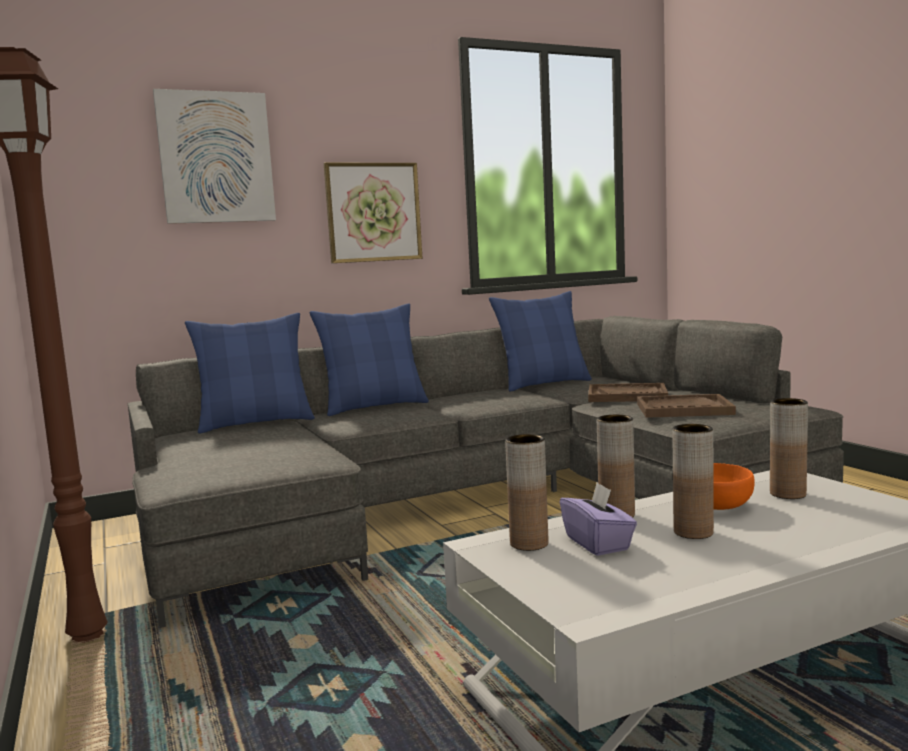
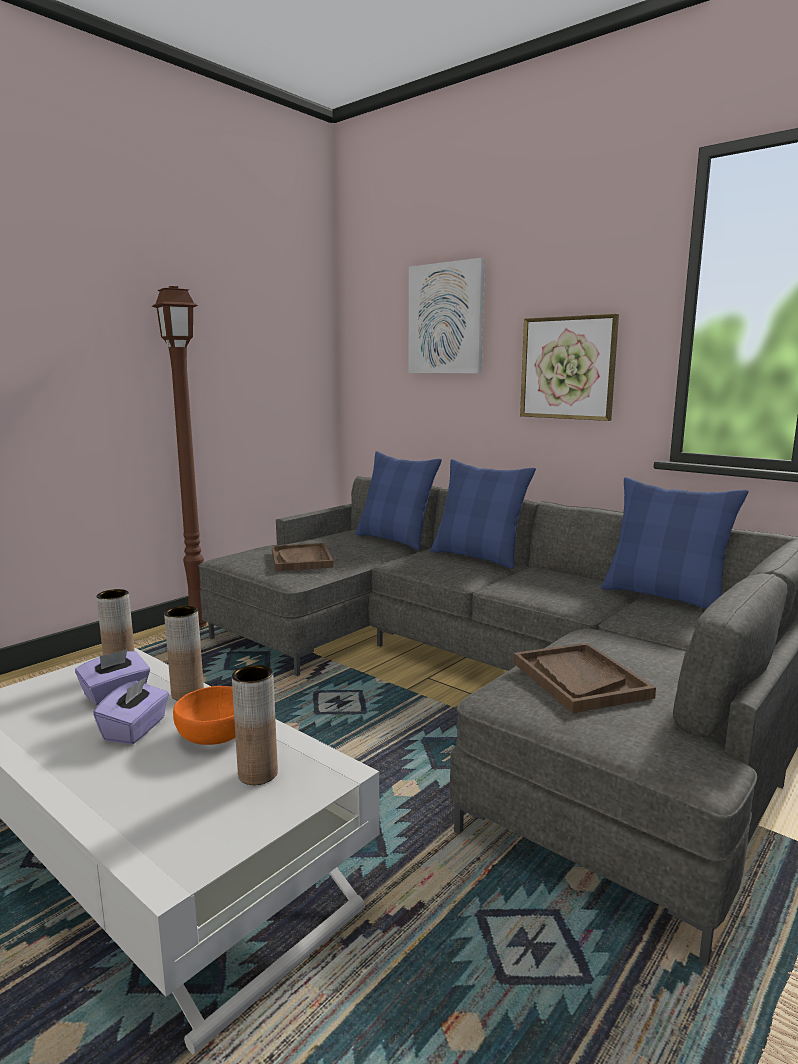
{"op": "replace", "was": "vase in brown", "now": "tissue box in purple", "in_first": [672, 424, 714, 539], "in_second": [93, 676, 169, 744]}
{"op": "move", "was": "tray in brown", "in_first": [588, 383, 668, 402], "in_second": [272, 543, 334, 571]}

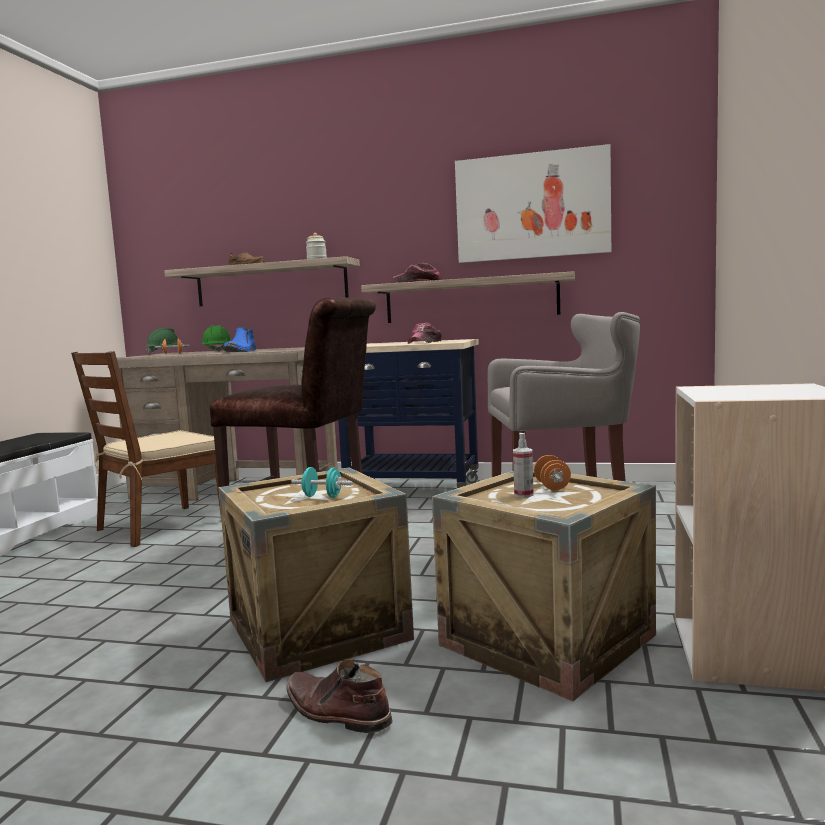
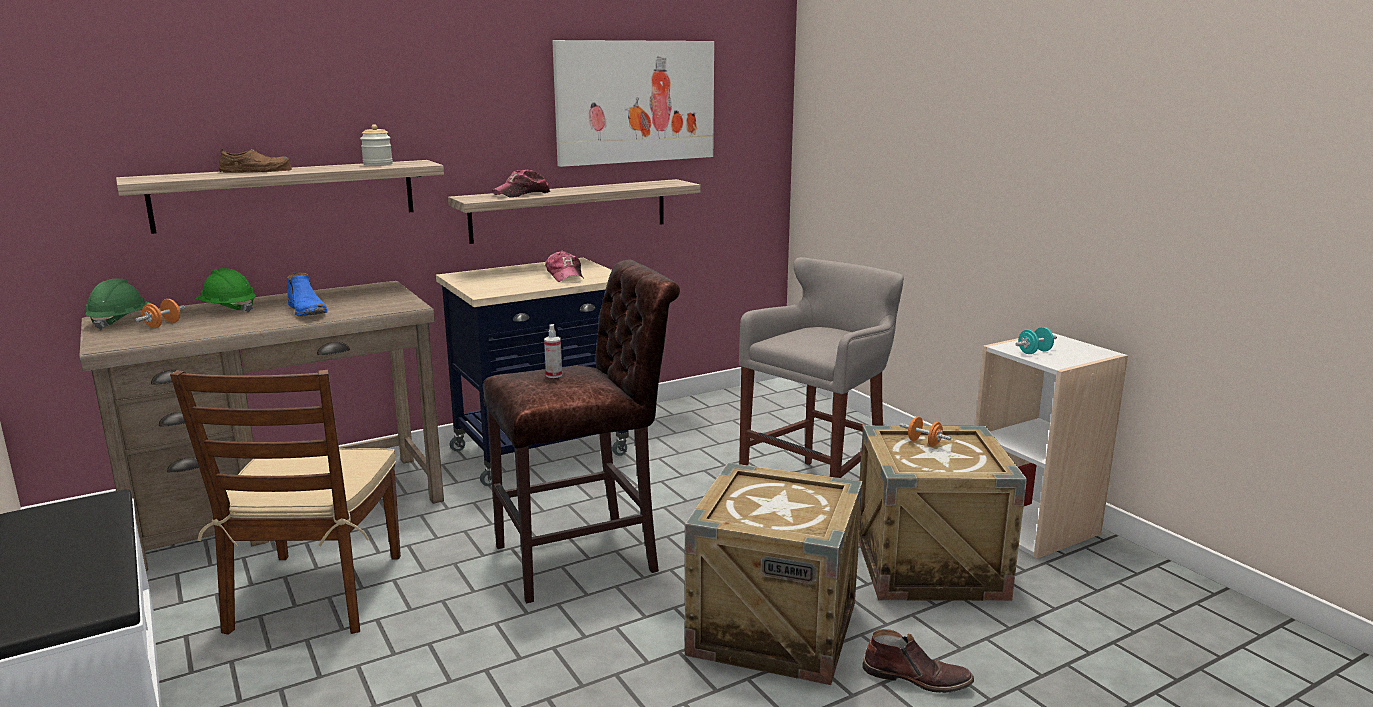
{"op": "move", "was": "spray bottle", "in_first": [513, 433, 534, 498], "in_second": [544, 324, 562, 378]}
{"op": "rotate", "was": "boot in brown", "in_first": [286, 659, 392, 733], "in_second": [862, 629, 974, 693], "clockwise": -150}
{"op": "move", "was": "dumbbell in turquoise", "in_first": [291, 467, 353, 498], "in_second": [1015, 327, 1057, 354]}

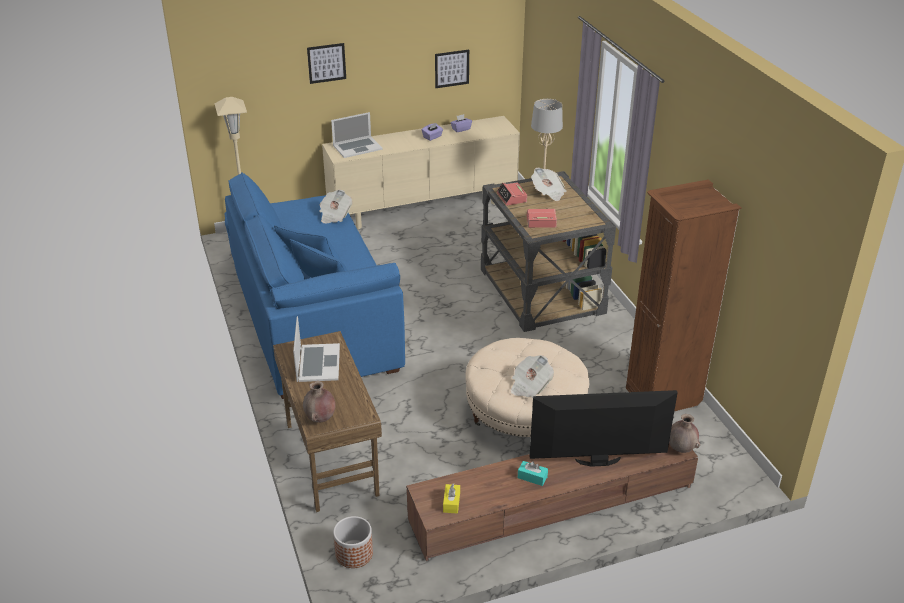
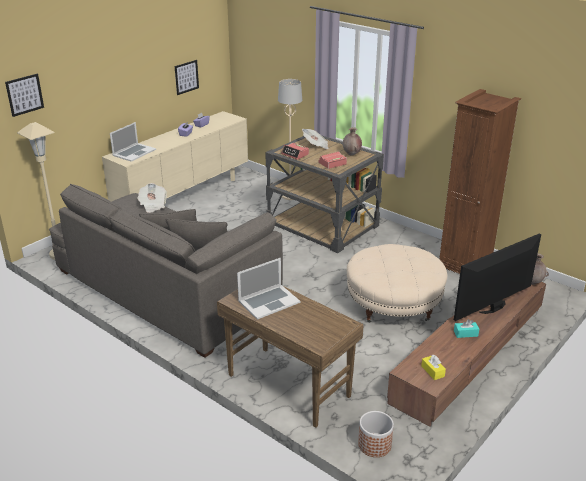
{"op": "move", "was": "picture", "in_first": [307, 43, 346, 84], "in_second": [5, 74, 44, 117]}
{"op": "recolor", "was": "sofa in blue", "now": "sofa in grey", "in_first": [225, 172, 405, 399], "in_second": [49, 184, 283, 358]}
{"op": "rotate", "was": "laptop", "in_first": [293, 316, 340, 382], "in_second": [237, 258, 300, 320], "clockwise": 90}
{"op": "move", "was": "vase in brown", "in_first": [303, 381, 335, 422], "in_second": [343, 127, 362, 156]}
{"op": "delete", "was": "newspaper", "in_first": [510, 355, 554, 398]}

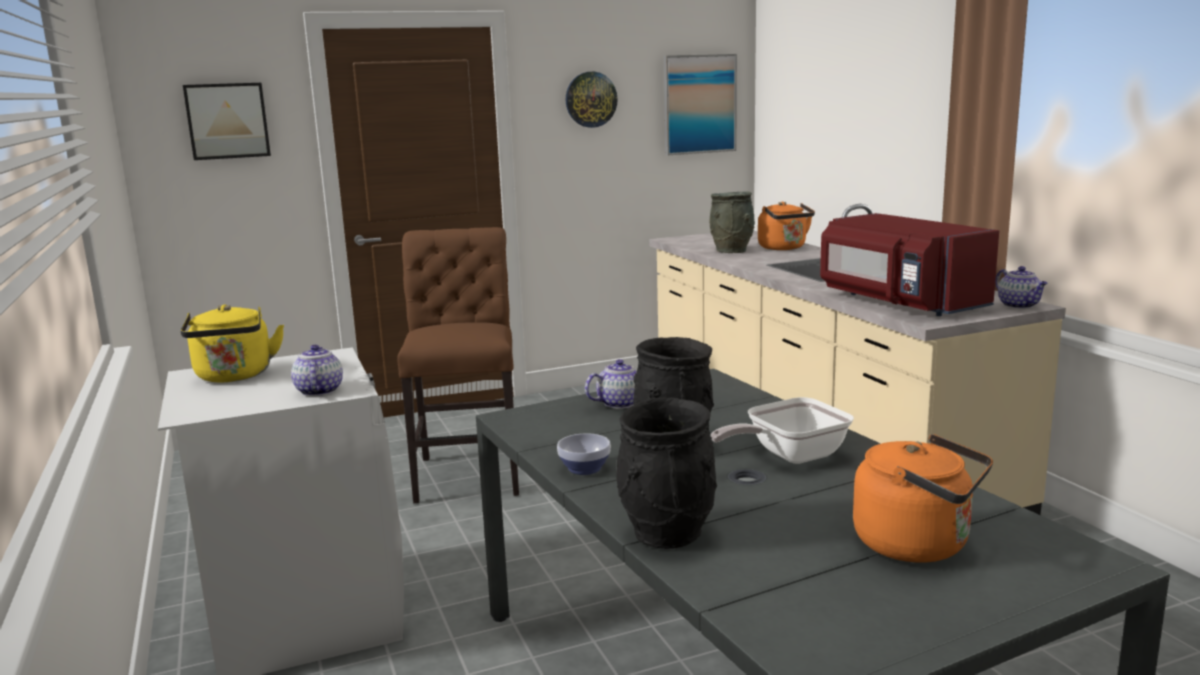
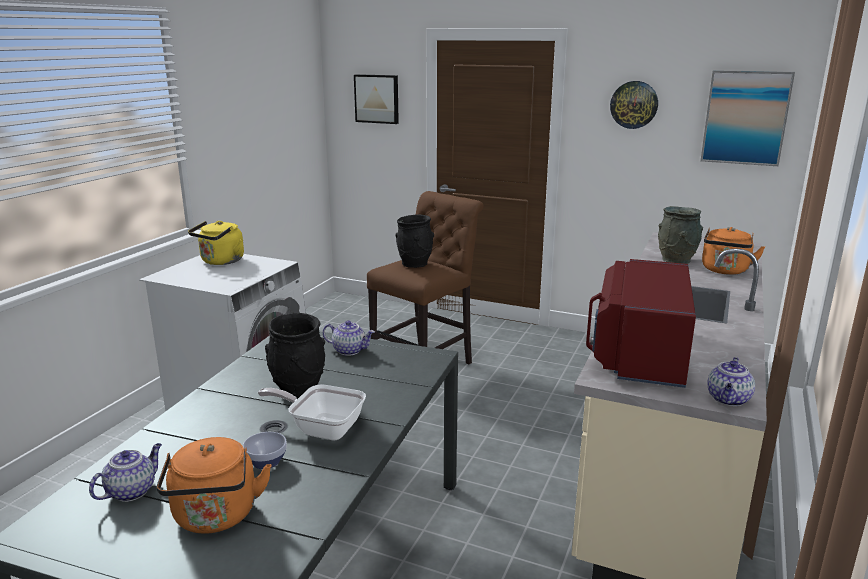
{"op": "move", "was": "teapot", "in_first": [291, 345, 343, 396], "in_second": [89, 443, 162, 502]}
{"op": "move", "was": "bowl", "in_first": [557, 434, 611, 475], "in_second": [243, 432, 287, 469]}
{"op": "move", "was": "vase in black", "in_first": [616, 397, 717, 549], "in_second": [396, 214, 434, 268]}

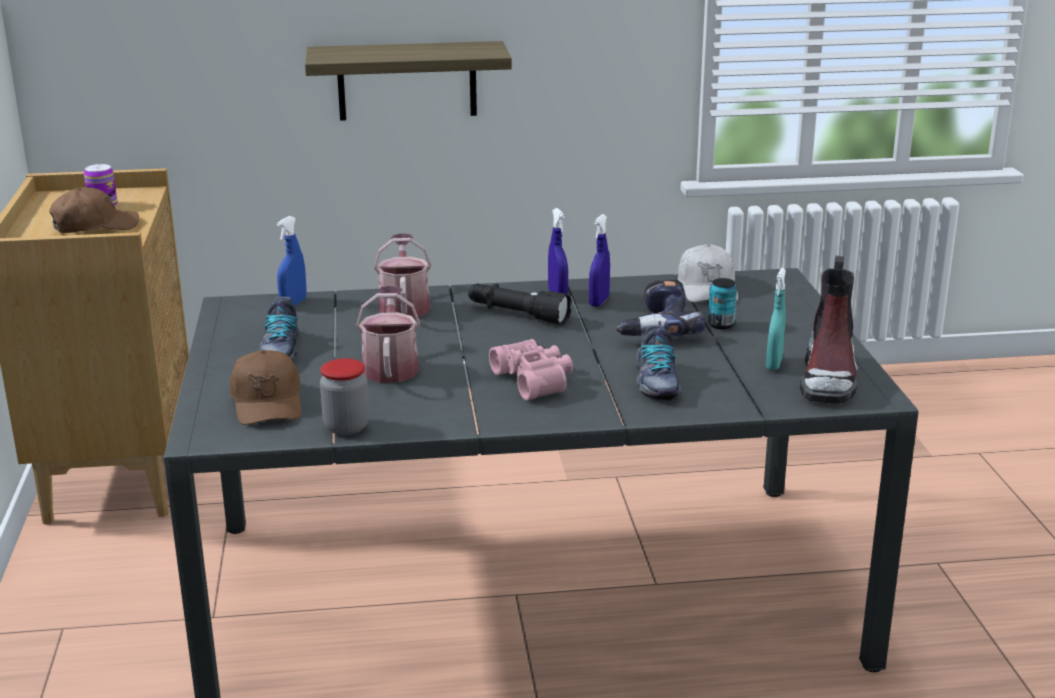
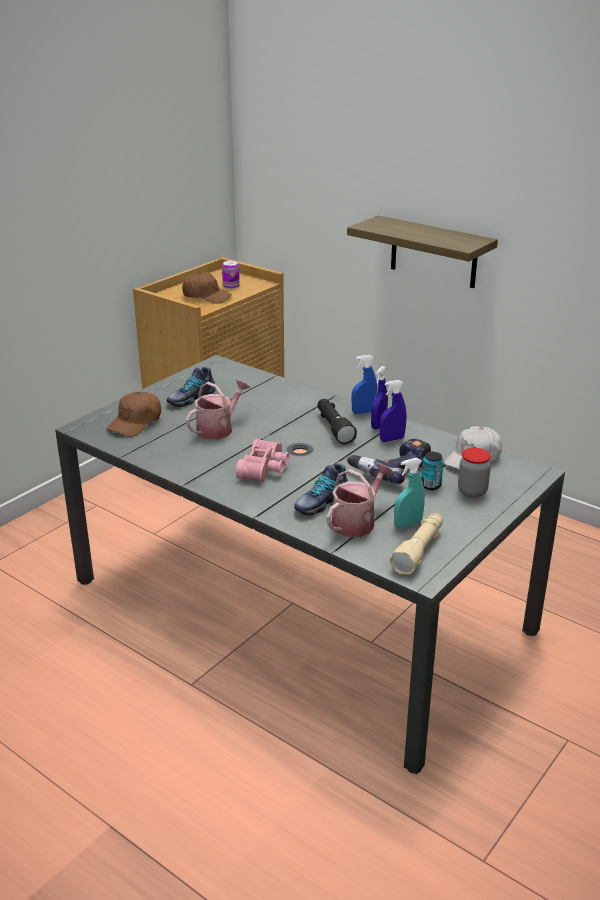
{"op": "move", "was": "watering can", "in_first": [374, 233, 432, 318], "in_second": [326, 463, 392, 537]}
{"op": "move", "was": "spray bottle in blue", "in_first": [277, 216, 307, 306], "in_second": [351, 355, 377, 414]}
{"op": "replace", "was": "boot", "now": "flashlight in beige", "in_first": [800, 256, 858, 403], "in_second": [390, 513, 443, 575]}
{"op": "move", "was": "jar", "in_first": [320, 358, 369, 435], "in_second": [458, 448, 491, 498]}

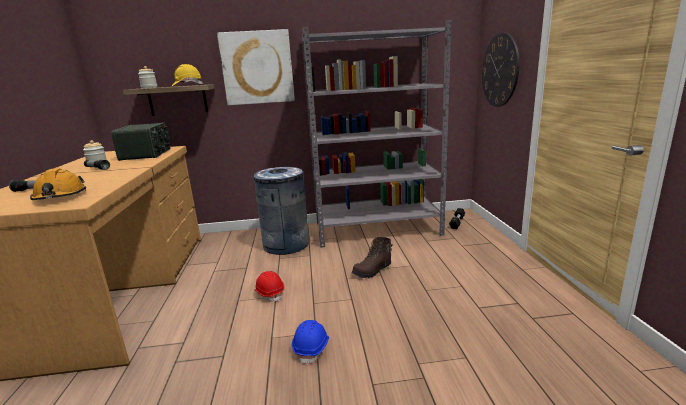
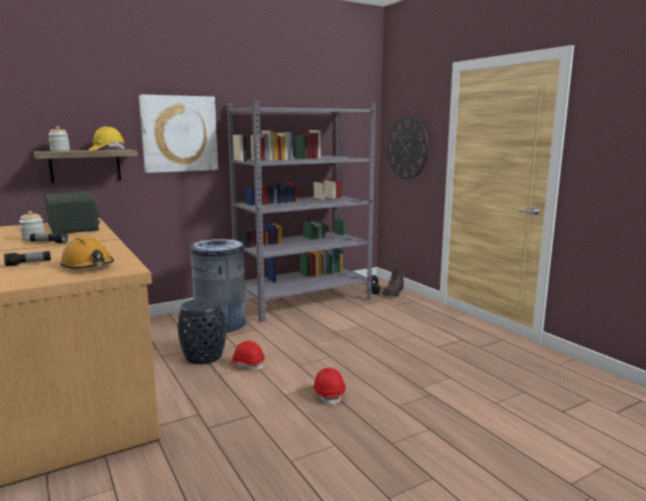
{"op": "insert", "now": "stool in black", "in_second": [178, 298, 227, 364]}
{"op": "recolor", "was": "hard hat in blue", "now": "hard hat in red", "in_first": [292, 320, 329, 366], "in_second": [313, 368, 346, 406]}
{"op": "move", "was": "boot in brown", "in_first": [352, 237, 393, 278], "in_second": [383, 267, 406, 297]}

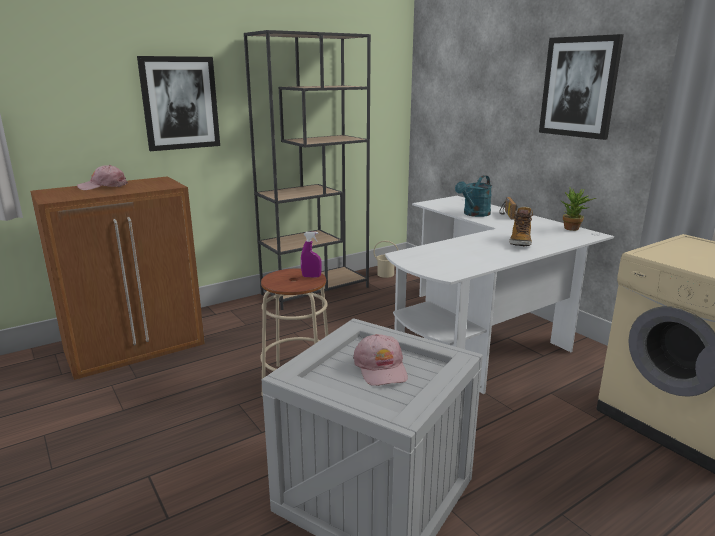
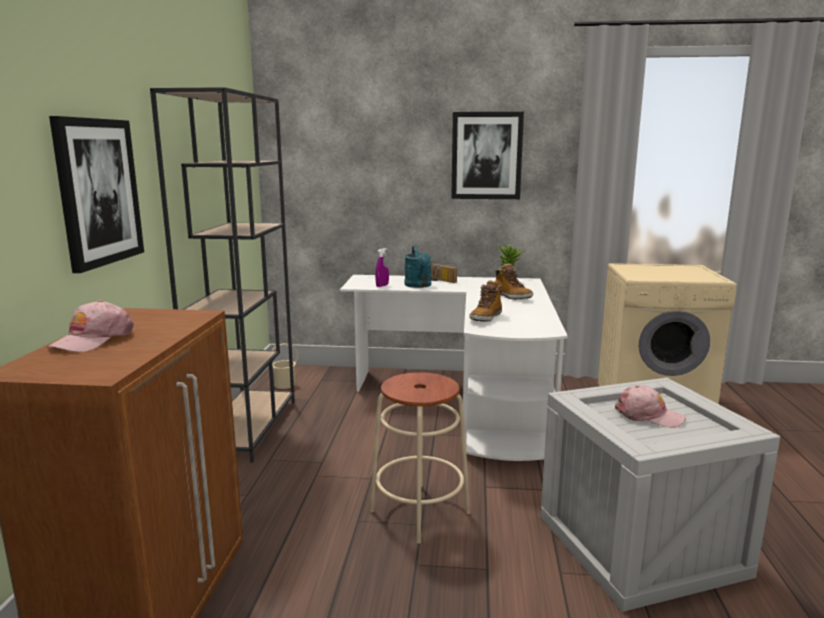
{"op": "move", "was": "spray bottle in purple", "in_first": [301, 232, 322, 278], "in_second": [375, 248, 389, 287]}
{"op": "insert", "now": "boot", "in_second": [469, 280, 502, 322]}

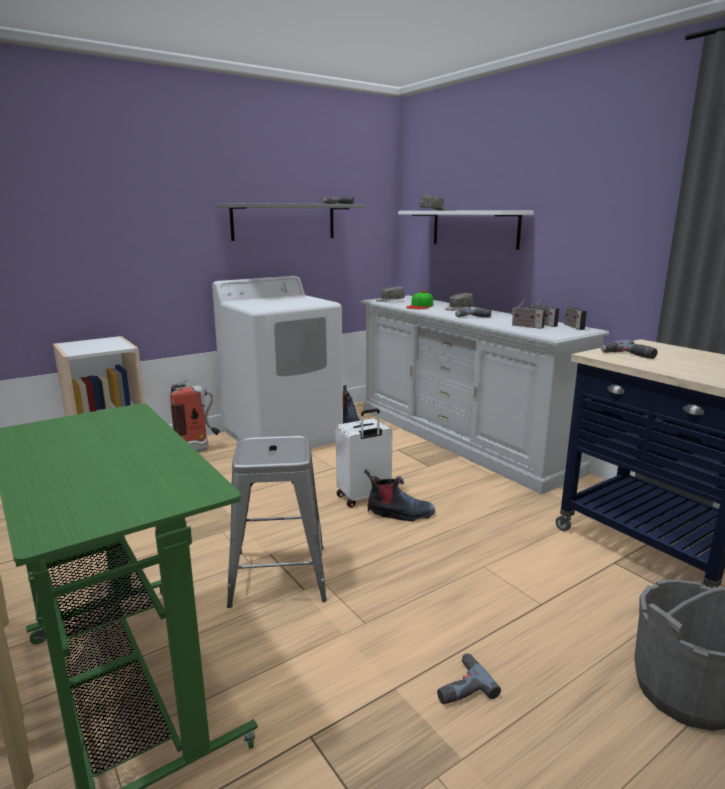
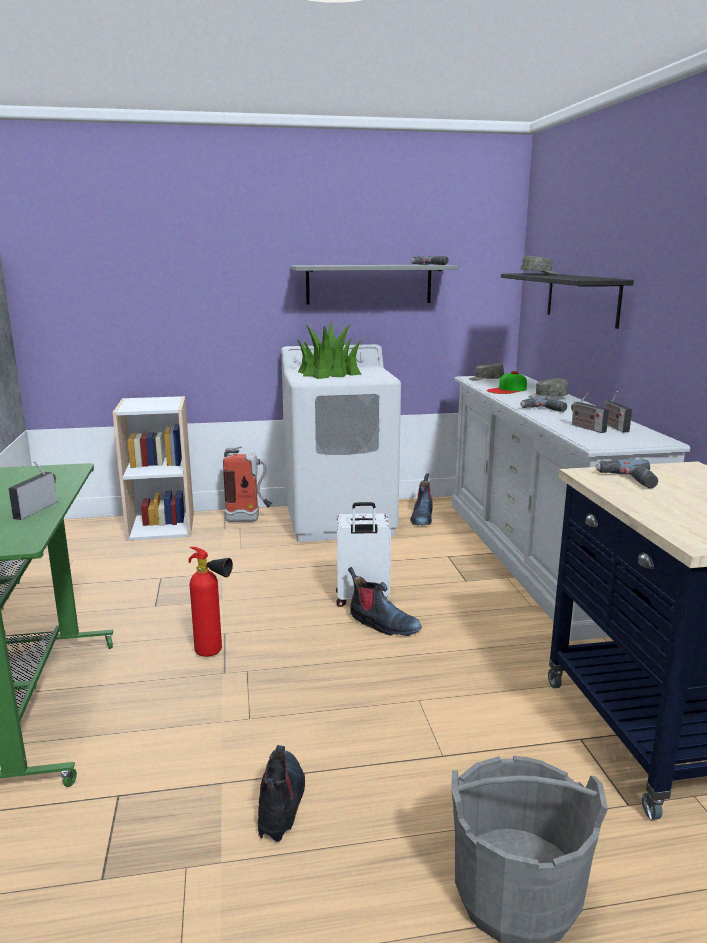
{"op": "move", "was": "radio", "in_first": [564, 298, 587, 330], "in_second": [8, 461, 57, 520]}
{"op": "replace", "was": "stool in grey", "now": "fire extinguisher", "in_first": [227, 435, 327, 608], "in_second": [189, 547, 233, 657]}
{"op": "replace", "was": "power drill", "now": "boot", "in_first": [437, 653, 501, 704], "in_second": [258, 745, 305, 842]}
{"op": "insert", "now": "potted plant", "in_second": [296, 321, 361, 379]}
{"op": "recolor", "was": "shelf in white", "now": "shelf in black", "in_first": [398, 210, 534, 250], "in_second": [501, 273, 634, 329]}

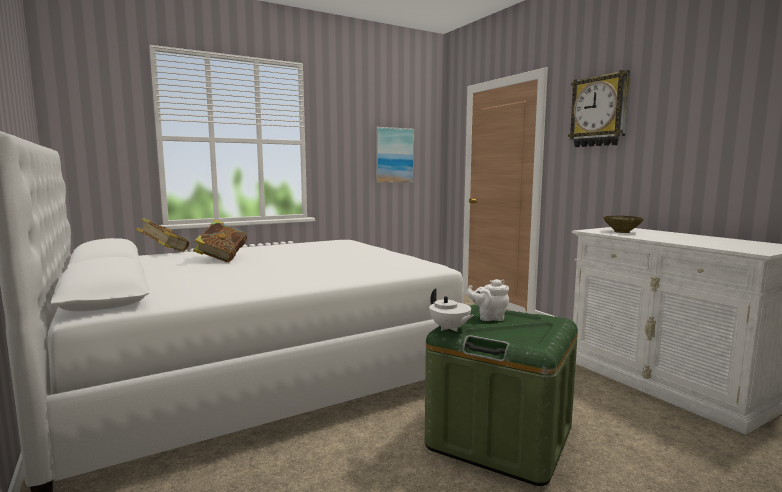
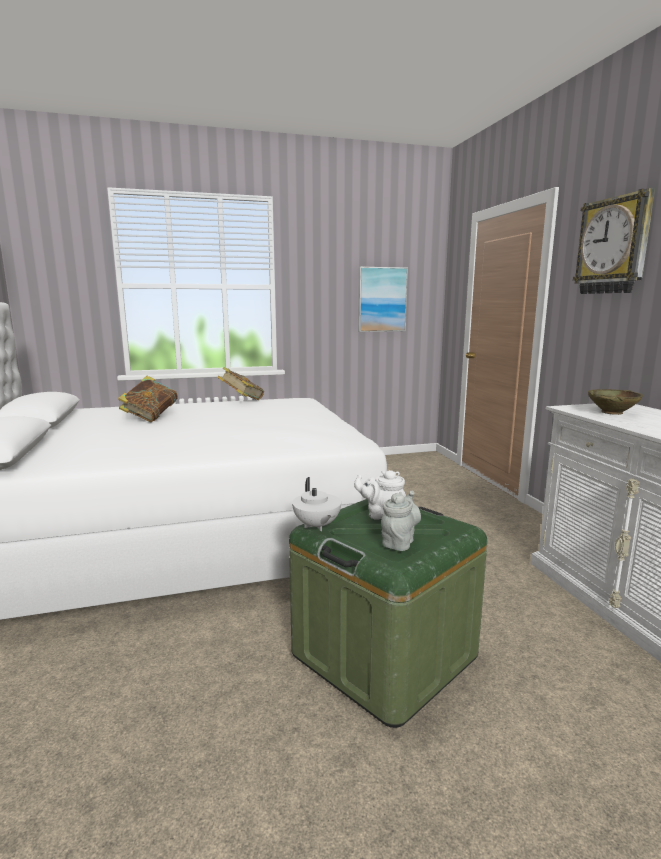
{"op": "move", "was": "book", "in_first": [136, 218, 190, 252], "in_second": [218, 367, 264, 400]}
{"op": "insert", "now": "teapot in grey", "in_second": [381, 491, 421, 551]}

